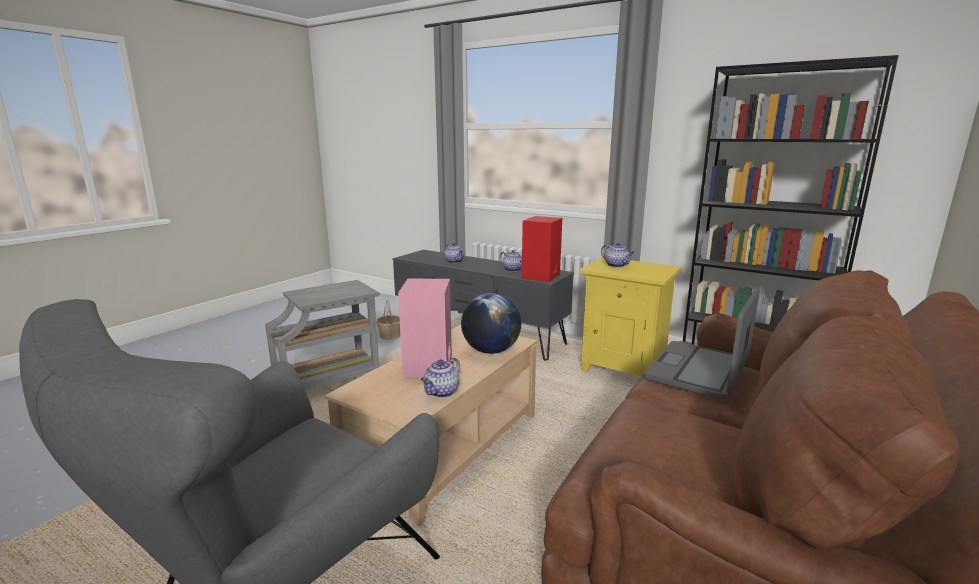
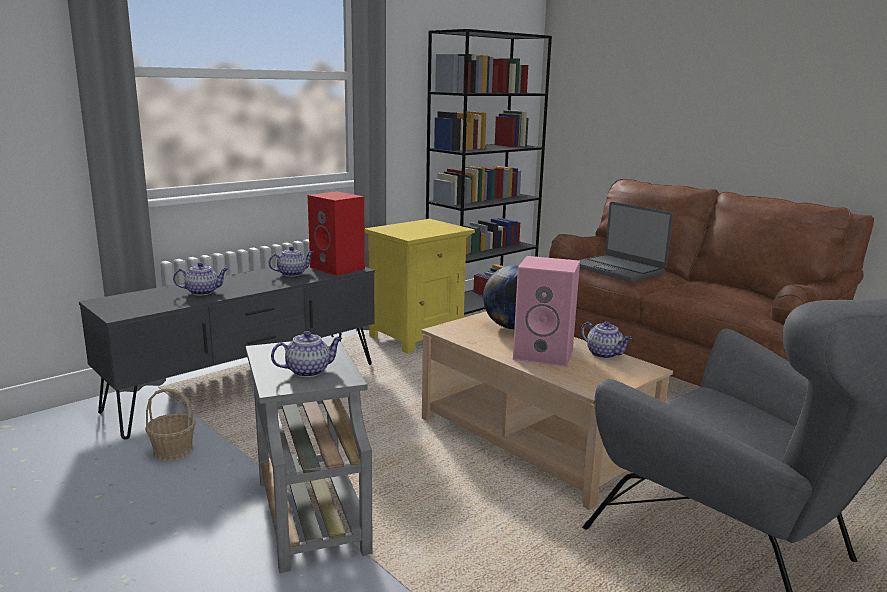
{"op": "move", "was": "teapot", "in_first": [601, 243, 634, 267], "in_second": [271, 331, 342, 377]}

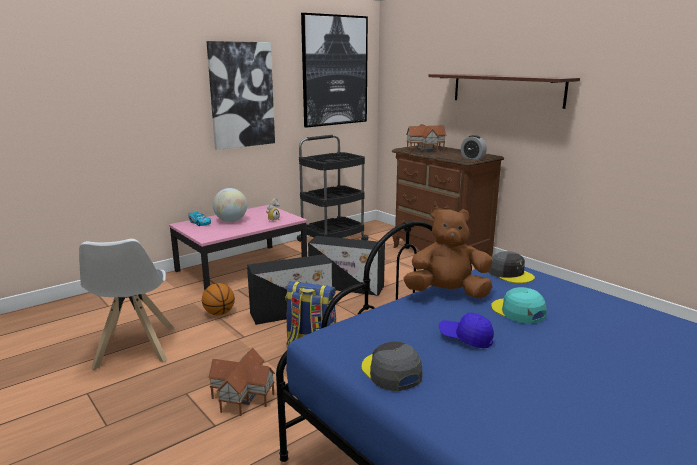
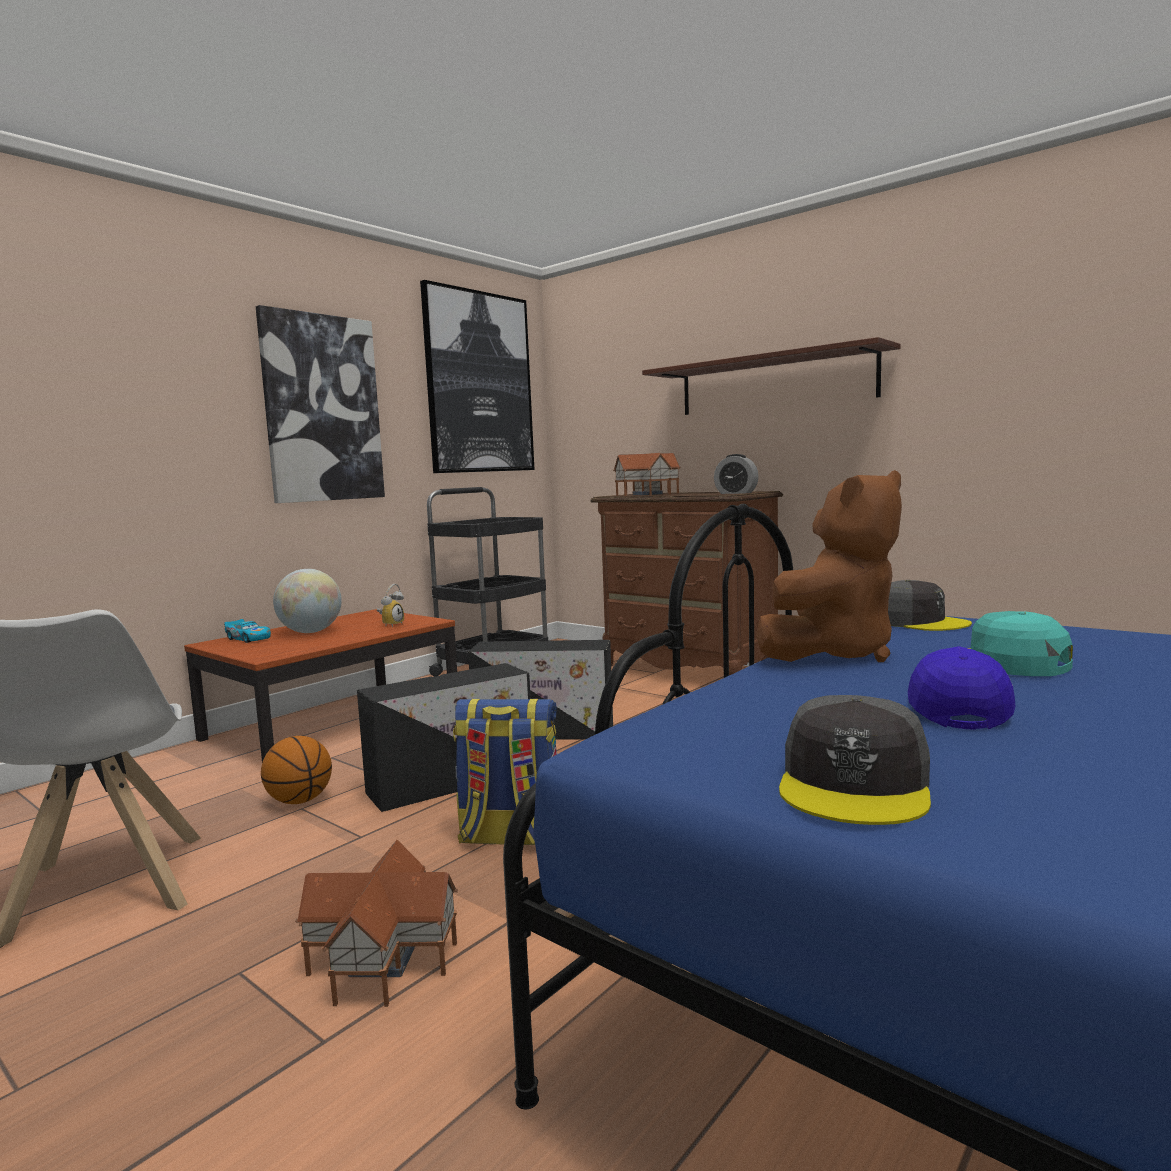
{"op": "recolor", "was": "coffee table in pink", "now": "coffee table in brown", "in_first": [169, 205, 307, 291], "in_second": [184, 609, 457, 762]}
{"op": "rotate", "was": "plush toy in brown", "in_first": [404, 207, 493, 299], "in_second": [756, 470, 902, 662], "clockwise": 150}
{"op": "rotate", "was": "cap in grey", "in_first": [362, 342, 422, 391], "in_second": [779, 695, 931, 825], "clockwise": -120}
{"op": "rotate", "was": "cap in blue", "in_first": [439, 313, 494, 348], "in_second": [908, 646, 1016, 730], "clockwise": 90}

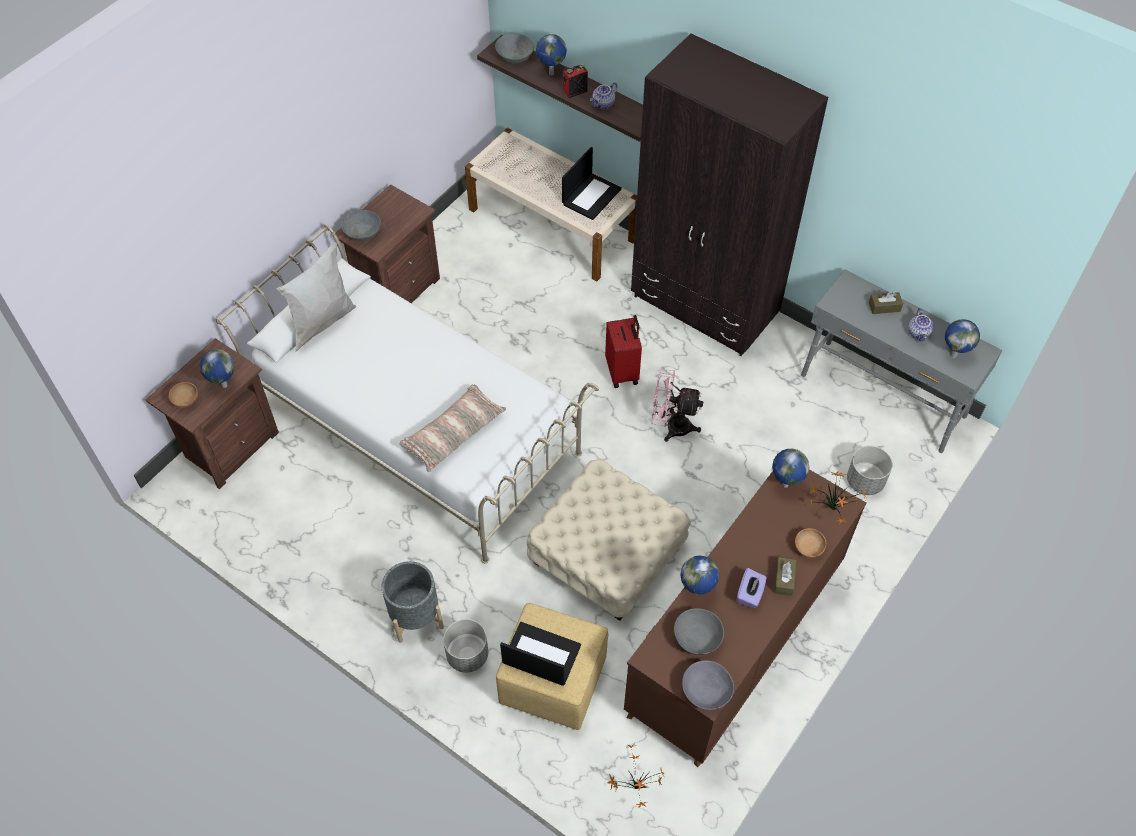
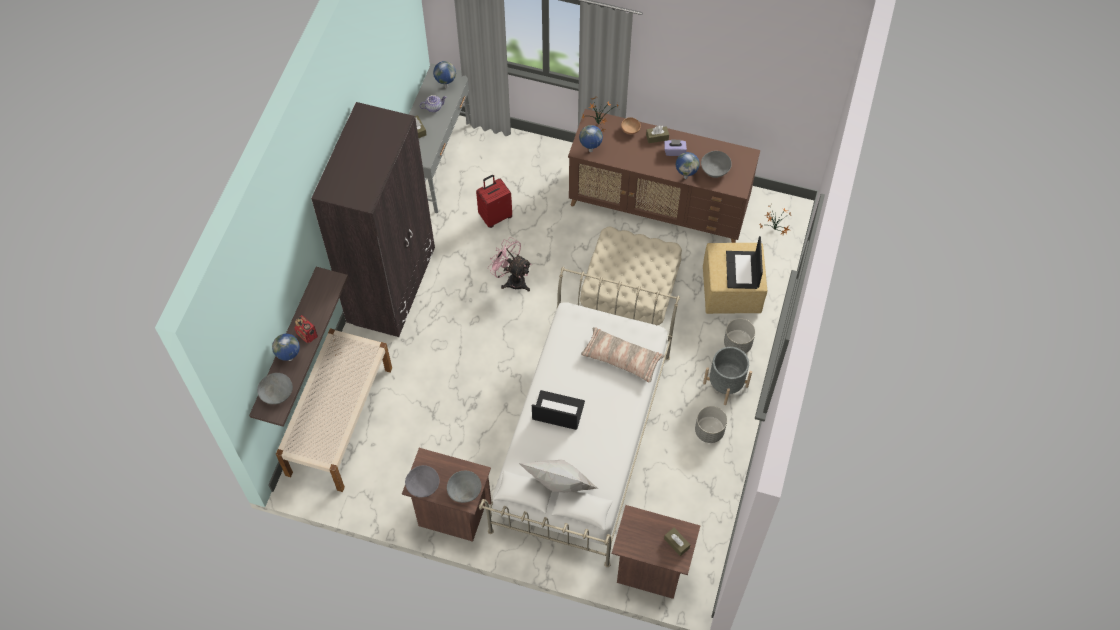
{"op": "move", "was": "bowl in grey", "in_first": [682, 660, 734, 710], "in_second": [405, 465, 440, 498]}
{"op": "move", "was": "suitcase in red", "in_first": [605, 315, 642, 388], "in_second": [476, 175, 512, 228]}
{"op": "rotate", "was": "fan in pink", "in_first": [651, 369, 703, 442], "in_second": [488, 237, 532, 292], "clockwise": 135}
{"op": "move", "was": "laptop", "in_first": [562, 147, 622, 220], "in_second": [532, 390, 585, 430]}
{"op": "replace", "was": "bowl in brown", "now": "tissue box in brown", "in_first": [169, 382, 198, 407], "in_second": [664, 528, 690, 556]}
{"op": "move", "was": "planter in grey", "in_first": [847, 446, 893, 495], "in_second": [695, 406, 727, 443]}
{"op": "delete", "was": "globe", "in_first": [199, 349, 235, 388]}
{"op": "delete", "was": "teapot", "in_first": [590, 82, 618, 109]}

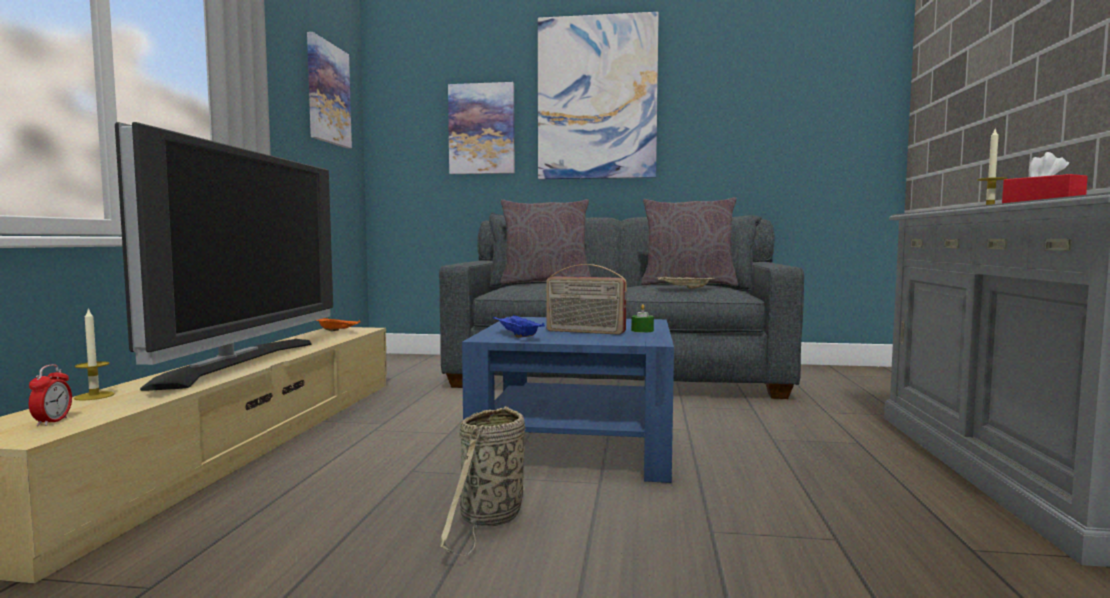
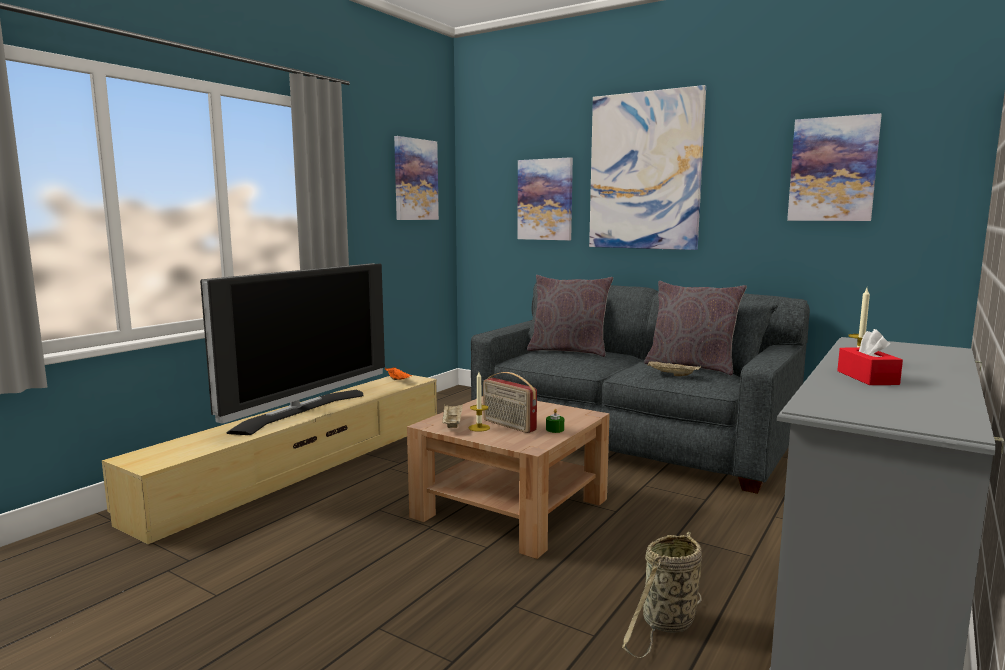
{"op": "recolor", "was": "coffee table in blue", "now": "coffee table in brown", "in_first": [462, 317, 674, 483], "in_second": [407, 397, 610, 559]}
{"op": "recolor", "was": "tray in blue", "now": "tray in beige", "in_first": [493, 315, 545, 338], "in_second": [442, 404, 463, 428]}
{"op": "move", "was": "candle", "in_first": [74, 308, 115, 401], "in_second": [468, 372, 490, 432]}
{"op": "move", "was": "basket", "in_first": [440, 405, 526, 555], "in_second": [622, 532, 702, 658]}
{"op": "insert", "now": "picture", "in_second": [787, 113, 882, 221]}
{"op": "delete", "was": "alarm clock", "in_first": [29, 364, 72, 426]}

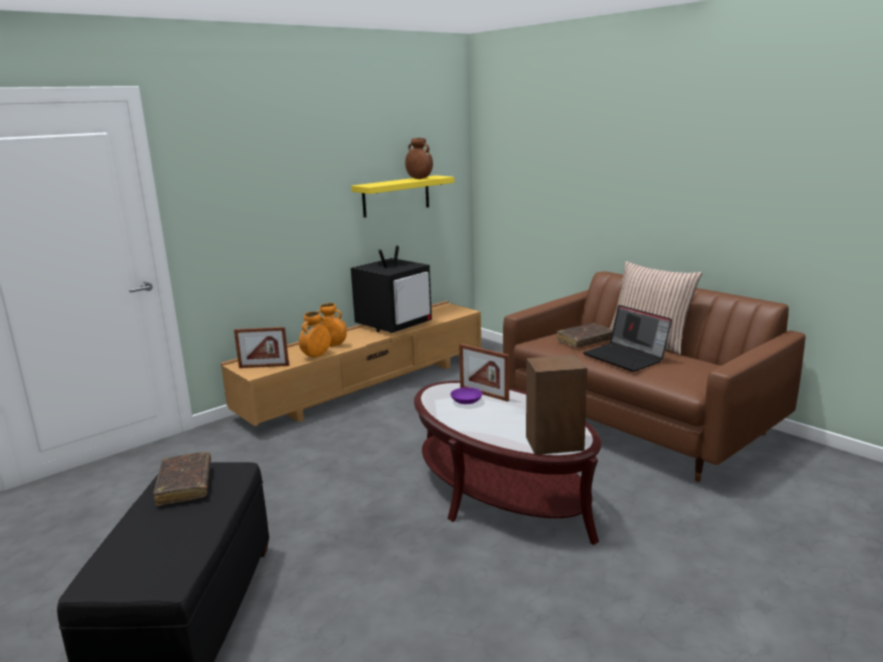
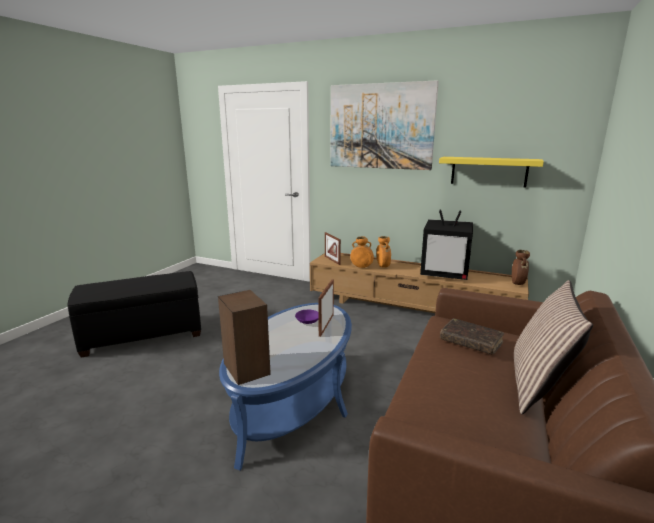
{"op": "recolor", "was": "coffee table in brown", "now": "coffee table in blue", "in_first": [414, 381, 601, 545], "in_second": [219, 303, 352, 470]}
{"op": "insert", "now": "picture", "in_second": [330, 80, 439, 170]}
{"op": "move", "was": "vase in brown", "in_first": [405, 138, 433, 179], "in_second": [512, 250, 530, 285]}
{"op": "delete", "was": "book in brown", "in_first": [153, 452, 211, 506]}
{"op": "delete", "was": "laptop", "in_first": [583, 305, 672, 372]}

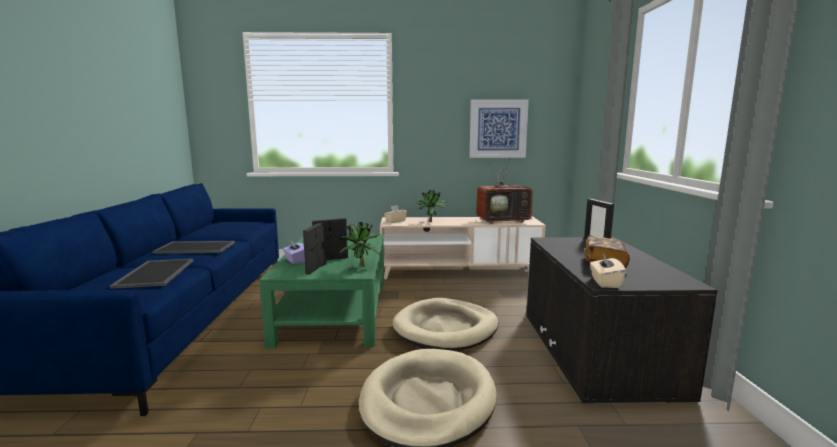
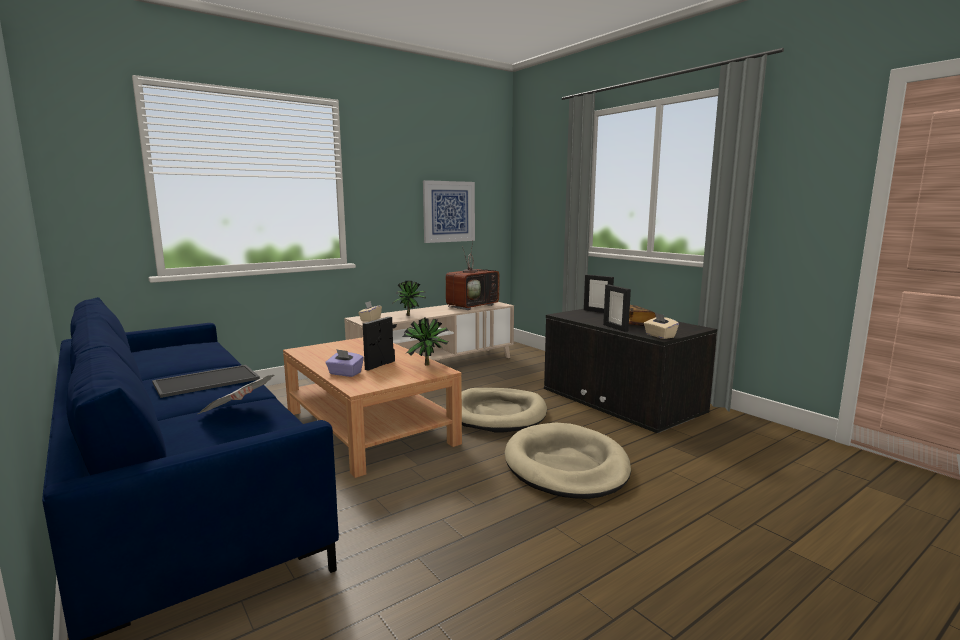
{"op": "replace", "was": "tray", "now": "newspaper", "in_first": [109, 259, 194, 289], "in_second": [198, 375, 275, 414]}
{"op": "recolor", "was": "coffee table in green", "now": "coffee table in brown", "in_first": [259, 235, 384, 348], "in_second": [283, 337, 462, 478]}
{"op": "move", "was": "picture frame", "in_first": [303, 223, 327, 274], "in_second": [603, 285, 631, 332]}

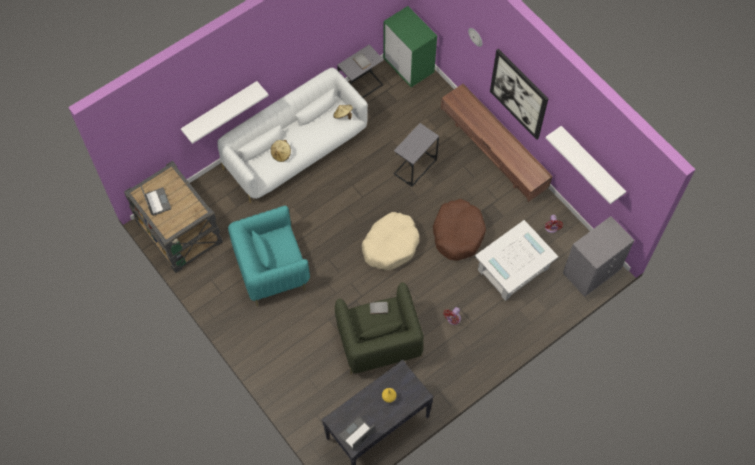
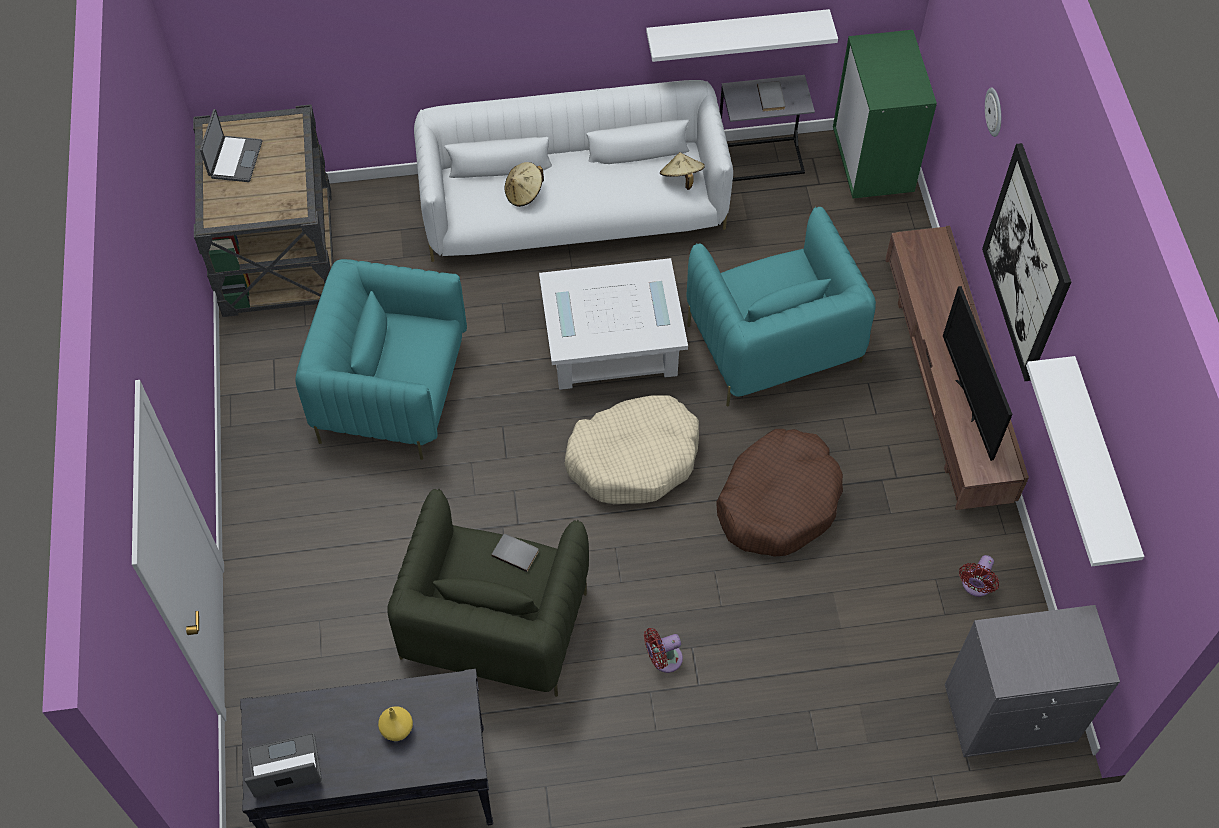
{"op": "move", "was": "coffee table in white", "in_first": [475, 220, 559, 301], "in_second": [539, 258, 688, 390]}
{"op": "move", "was": "shelf in white", "in_first": [181, 81, 269, 144], "in_second": [646, 9, 838, 62]}
{"op": "replace", "was": "side table in grey", "now": "armchair in turquoise", "in_first": [394, 123, 439, 187], "in_second": [686, 207, 876, 406]}
{"op": "insert", "now": "television", "in_second": [943, 286, 1012, 461]}

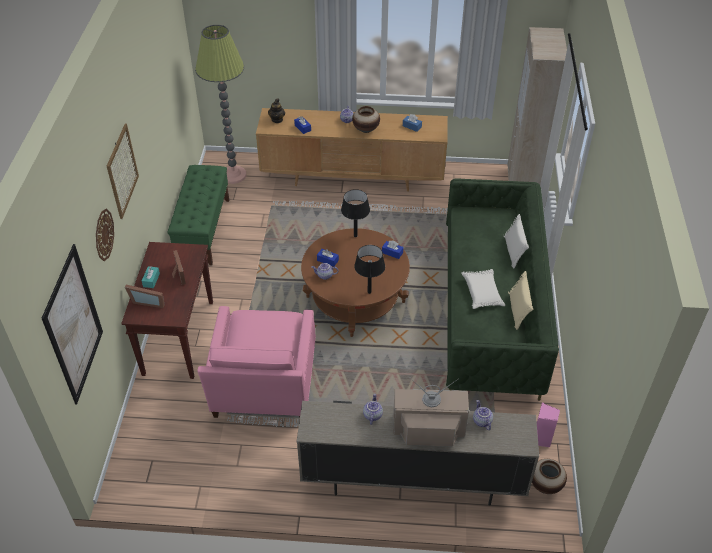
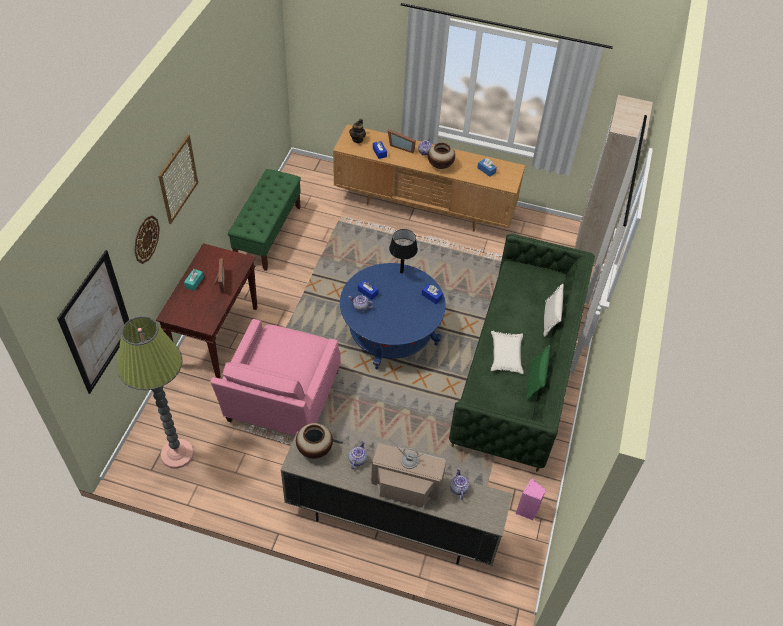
{"op": "move", "was": "floor lamp", "in_first": [195, 25, 247, 184], "in_second": [117, 316, 194, 469]}
{"op": "move", "was": "vase", "in_first": [532, 459, 567, 494], "in_second": [296, 423, 333, 459]}
{"op": "recolor", "was": "coffee table in brown", "now": "coffee table in blue", "in_first": [301, 228, 410, 337], "in_second": [340, 263, 446, 370]}
{"op": "move", "was": "picture frame", "in_first": [125, 285, 165, 308], "in_second": [387, 129, 416, 153]}
{"op": "recolor", "was": "pillow in beige", "now": "pillow in green", "in_first": [509, 271, 533, 330], "in_second": [526, 345, 550, 401]}
{"op": "delete", "was": "table lamp in black", "in_first": [354, 245, 385, 294]}

